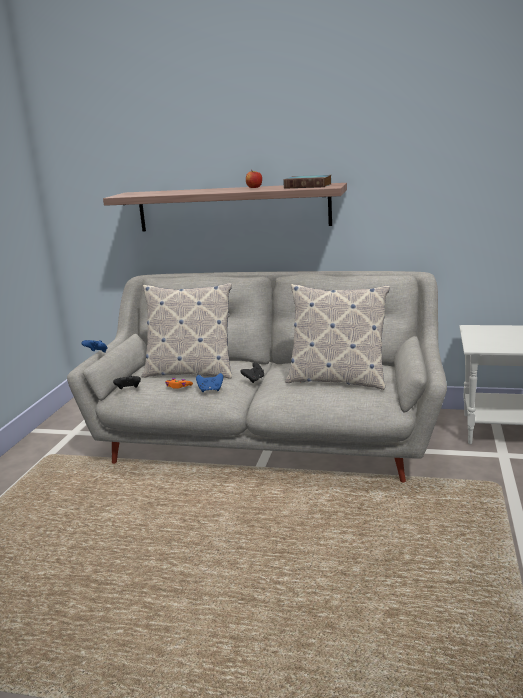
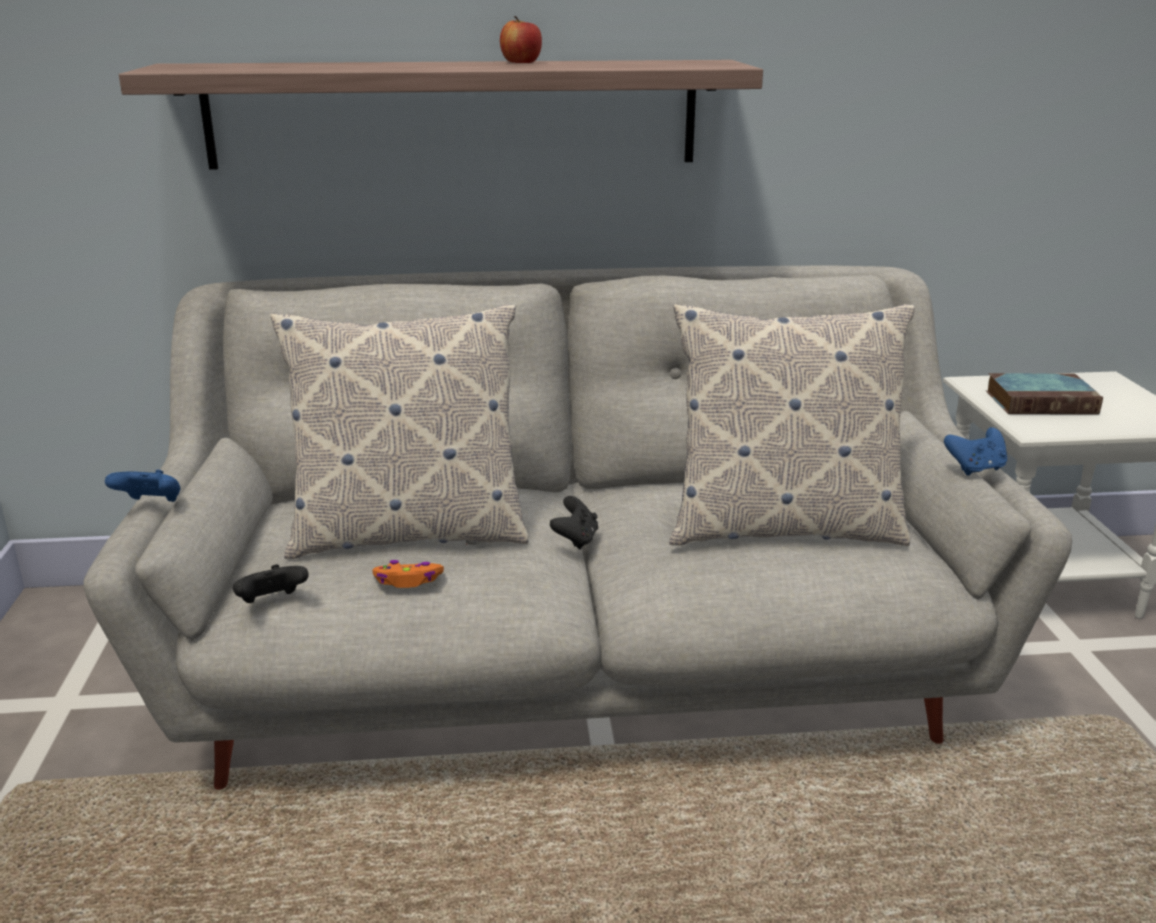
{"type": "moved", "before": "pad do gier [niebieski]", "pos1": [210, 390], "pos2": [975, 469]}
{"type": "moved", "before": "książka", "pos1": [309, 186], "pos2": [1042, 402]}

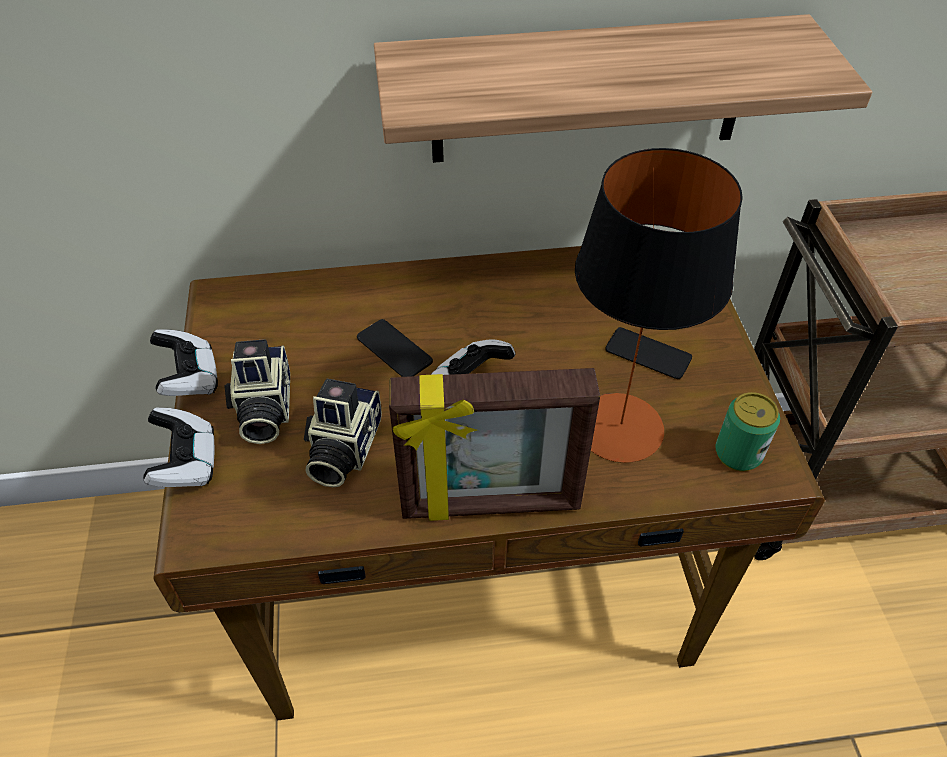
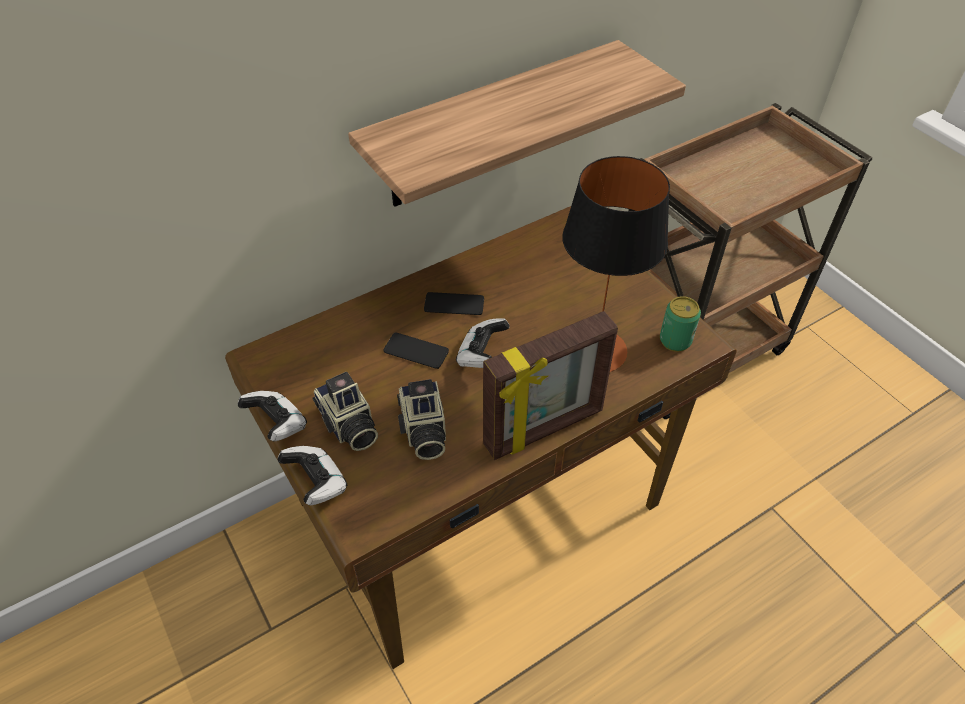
{"type": "moved", "before": "telefon", "pos1": [648, 354], "pos2": [454, 304]}

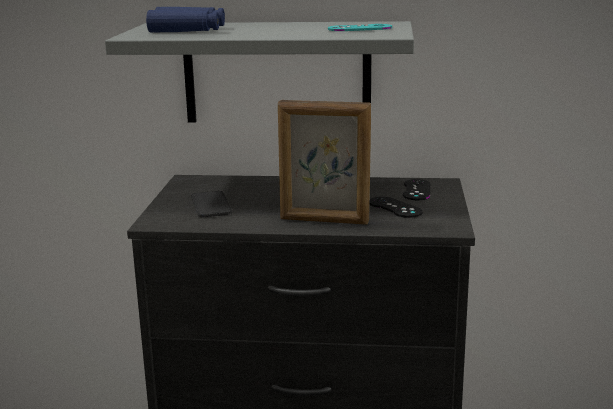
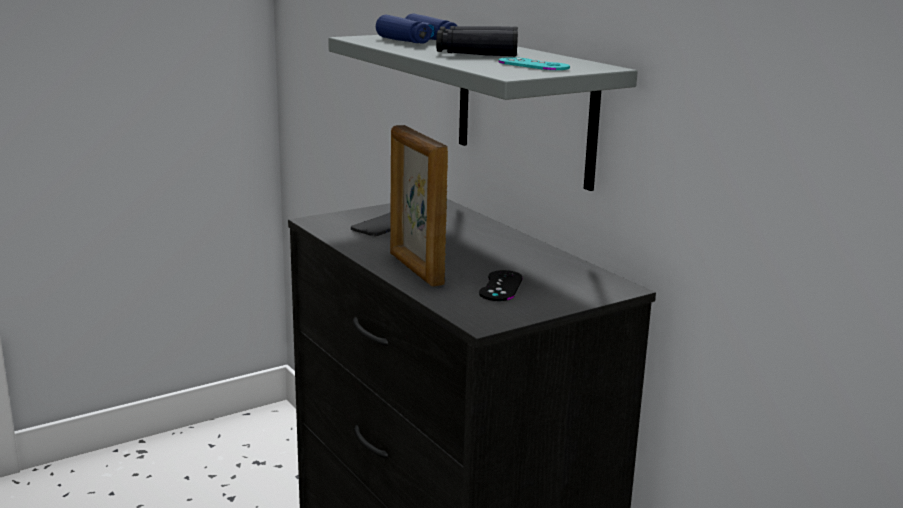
{"type": "added", "after": "lornetka [czarny]", "pos2": [476, 52]}
{"type": "removed", "before": "pad do gier [czarny]", "pos1": [416, 190]}

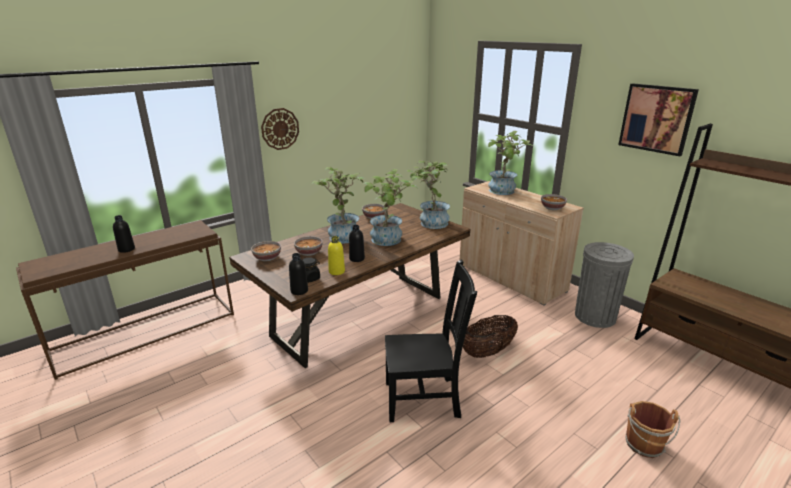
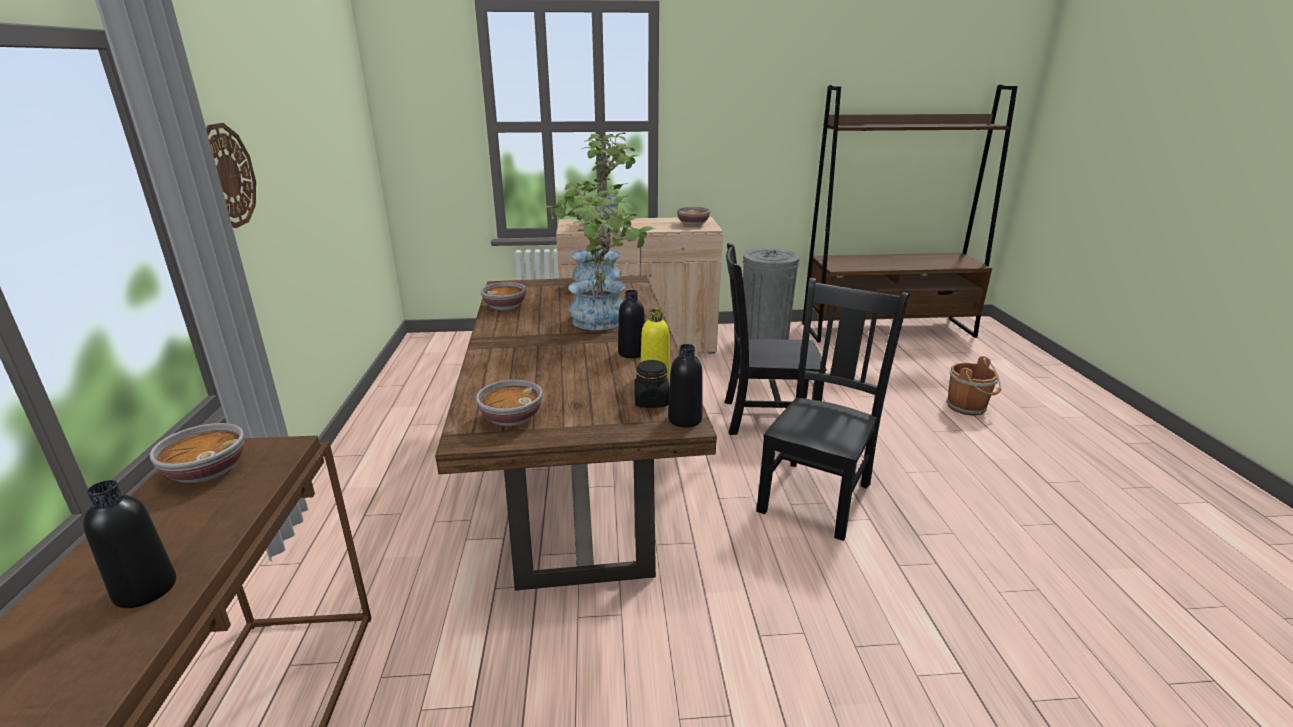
{"type": "moved", "before": "miska", "pos1": [309, 252], "pos2": [206, 471]}
{"type": "replaced", "before": "koszyk", "after": "krzesło [czarny]", "pos1": [488, 352], "pos2": [764, 418]}
{"type": "removed", "before": "roślina doniczkowa", "pos1": [341, 235]}
{"type": "removed", "before": "obraz", "pos1": [656, 118]}

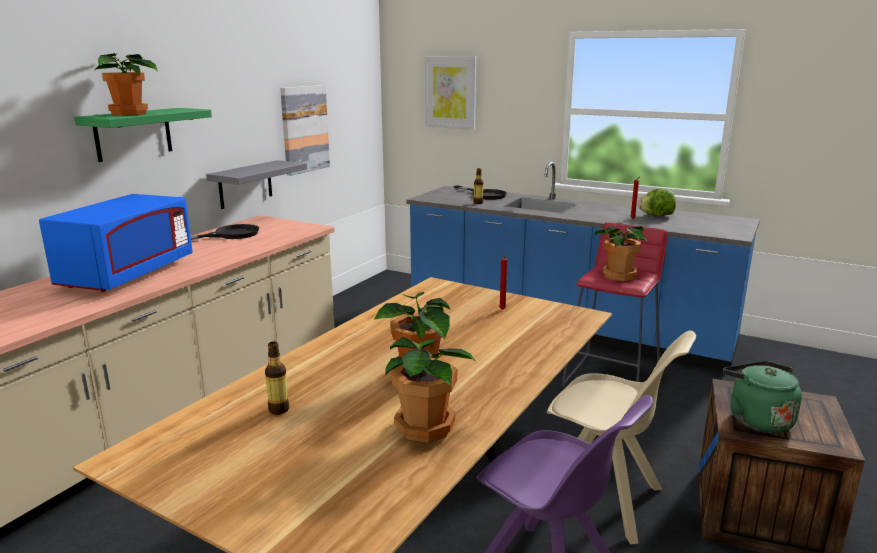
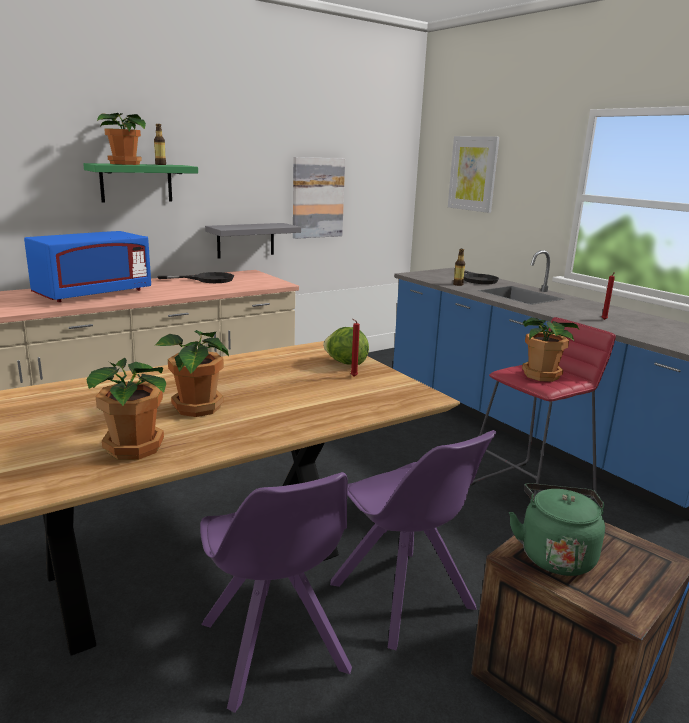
{"type": "moved", "before": "butelka", "pos1": [279, 409], "pos2": [160, 164]}
{"type": "moved", "before": "sałata", "pos1": [656, 215], "pos2": [345, 363]}
{"type": "recoloured", "before": "krzesło [beżowy]", "after": "krzesło [fioletowy]", "pos1": [603, 499], "pos2": [404, 598]}

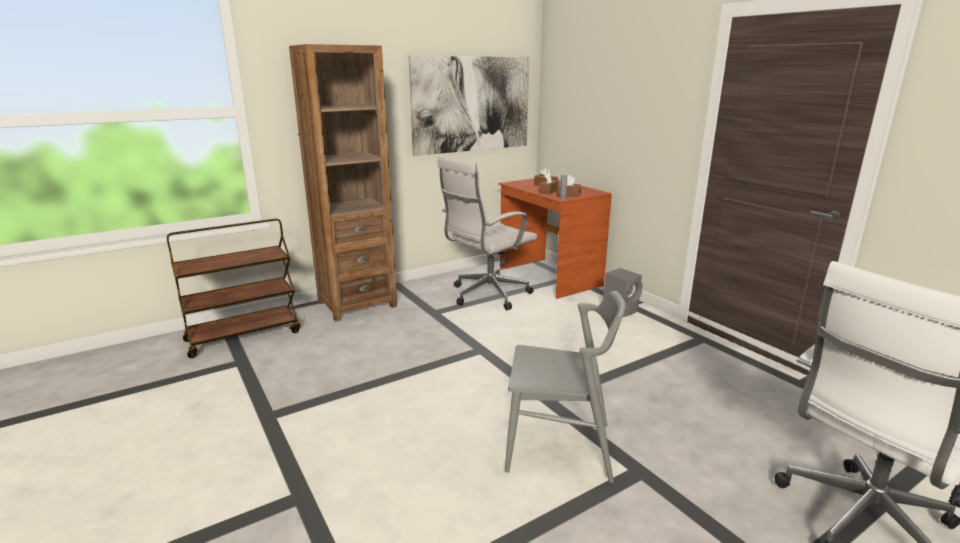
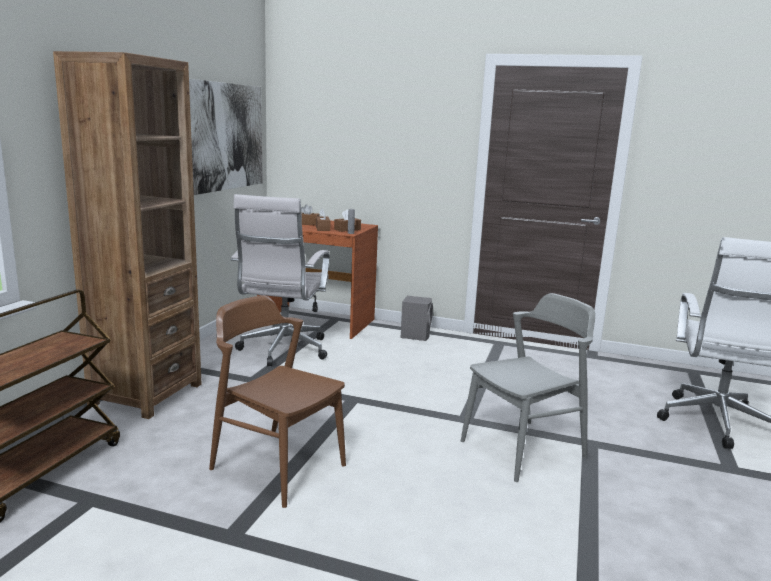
{"type": "added", "after": "krzesło [brązowy]", "pos2": [277, 467]}

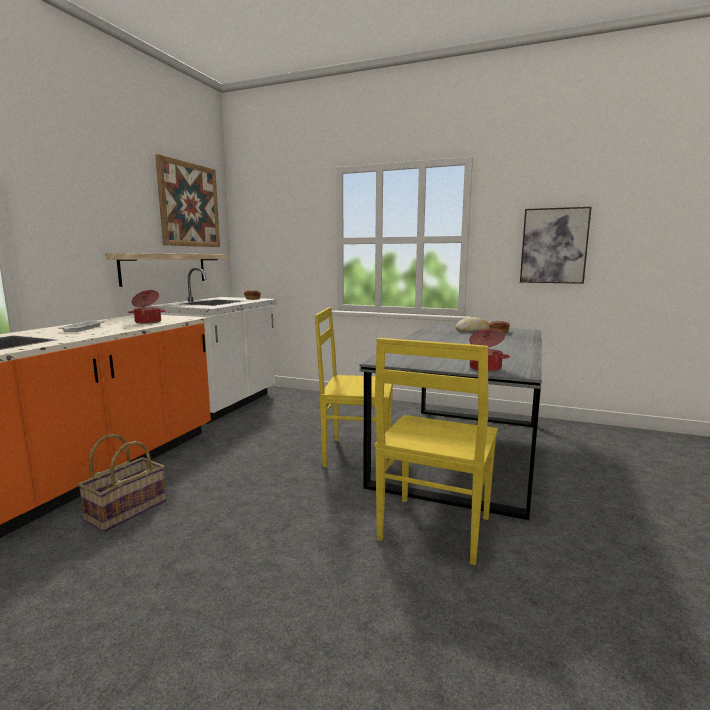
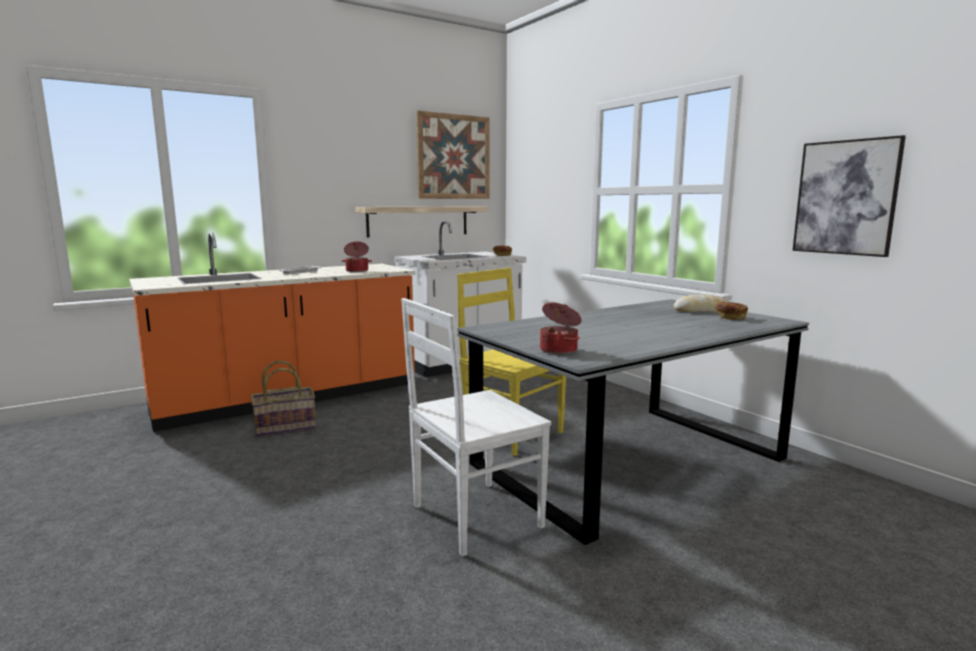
{"type": "recoloured", "before": "krzesło [żółty]", "after": "krzesło [biały]", "pos1": [433, 530], "pos2": [473, 517]}

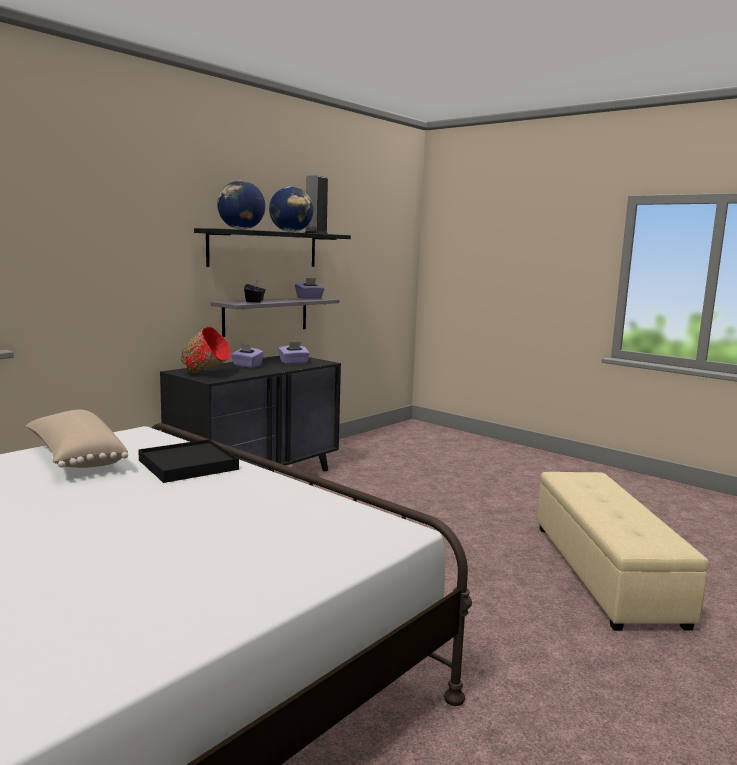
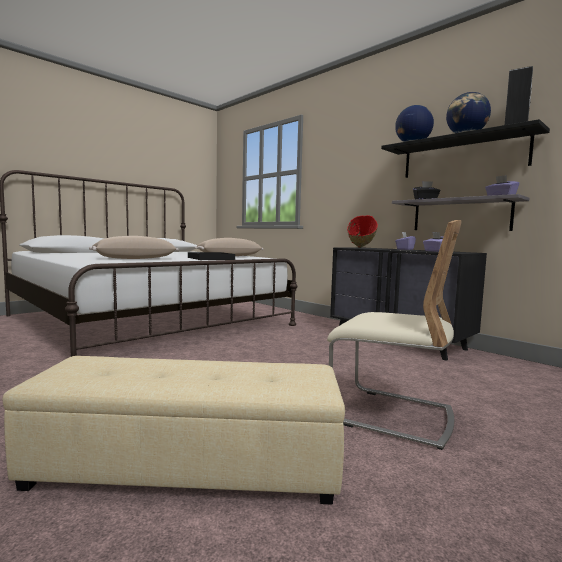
{"type": "added", "after": "poduszka [beżowy]", "pos2": [134, 258]}
{"type": "added", "after": "krzesło [beżowy]", "pos2": [391, 415]}

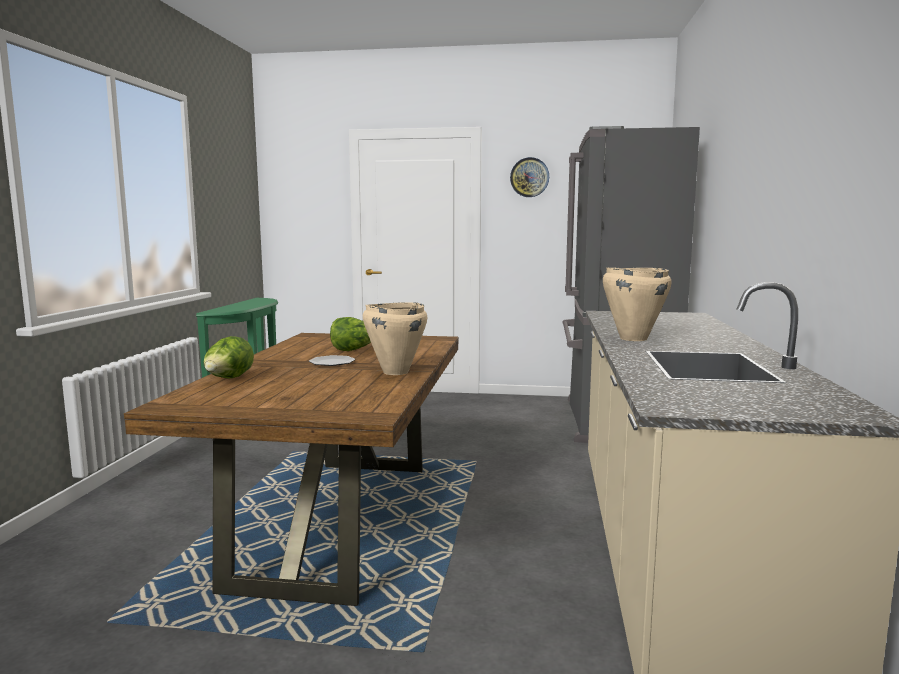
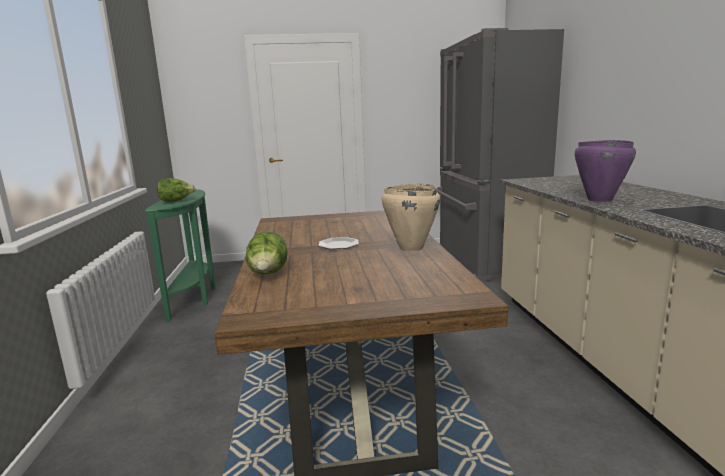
{"type": "moved", "before": "sałata", "pos1": [354, 350], "pos2": [176, 201]}
{"type": "recoloured", "before": "garnek [beżowy]", "after": "garnek [fioletowy]", "pos1": [632, 339], "pos2": [599, 200]}
{"type": "removed", "before": "zegar ścienny", "pos1": [529, 177]}

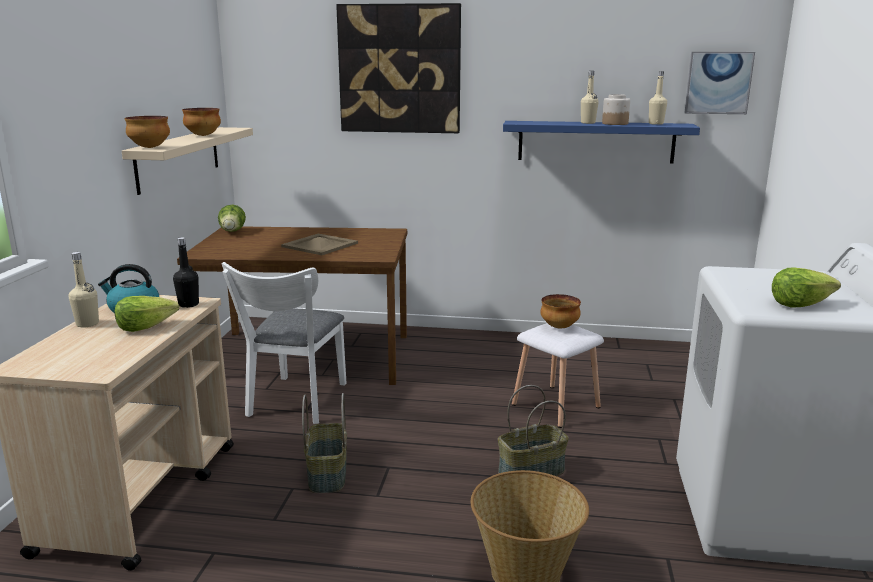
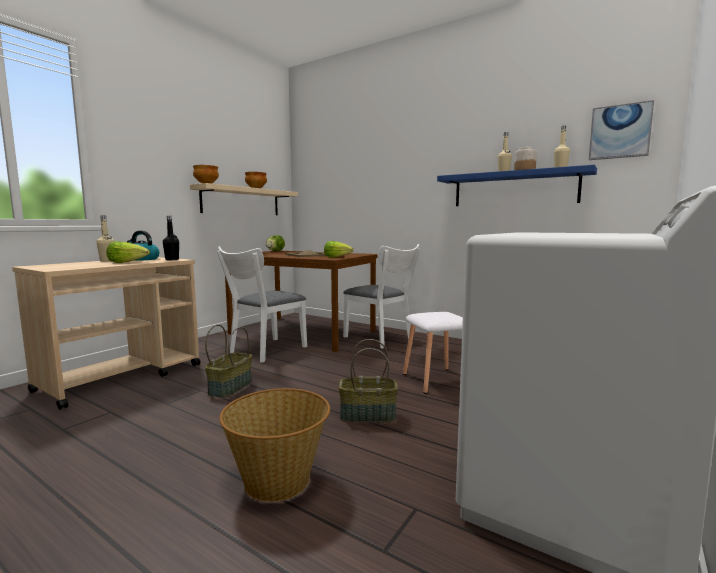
{"type": "moved", "before": "sałata", "pos1": [799, 304], "pos2": [337, 257]}
{"type": "added", "after": "krzesło [biały]", "pos2": [381, 339]}
{"type": "removed", "before": "obraz", "pos1": [399, 69]}
{"type": "removed", "before": "miska", "pos1": [559, 327]}

